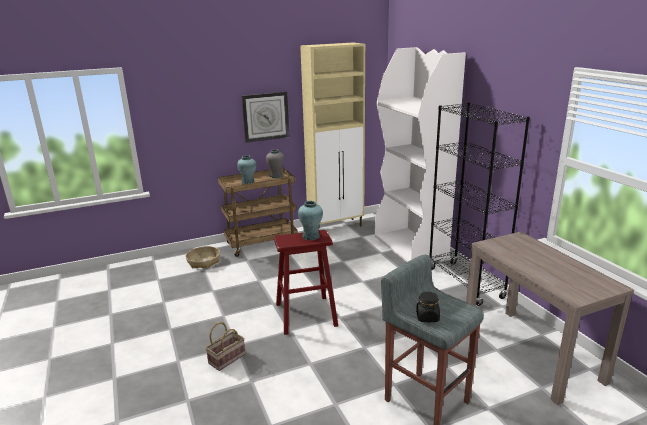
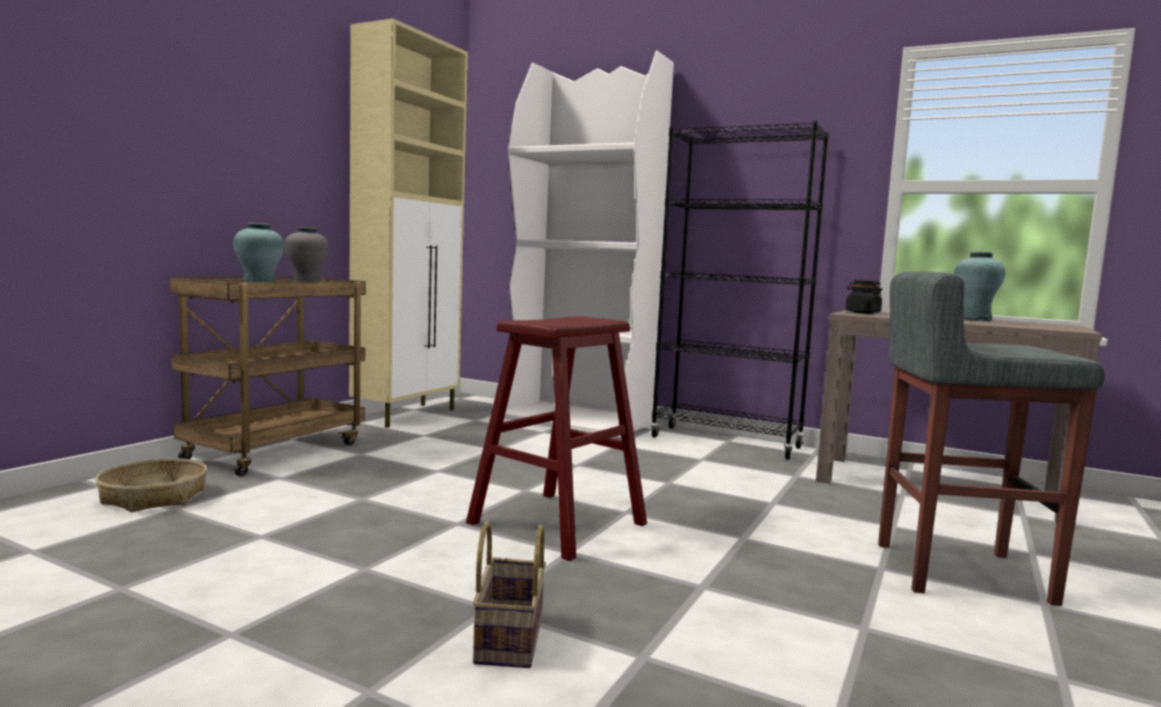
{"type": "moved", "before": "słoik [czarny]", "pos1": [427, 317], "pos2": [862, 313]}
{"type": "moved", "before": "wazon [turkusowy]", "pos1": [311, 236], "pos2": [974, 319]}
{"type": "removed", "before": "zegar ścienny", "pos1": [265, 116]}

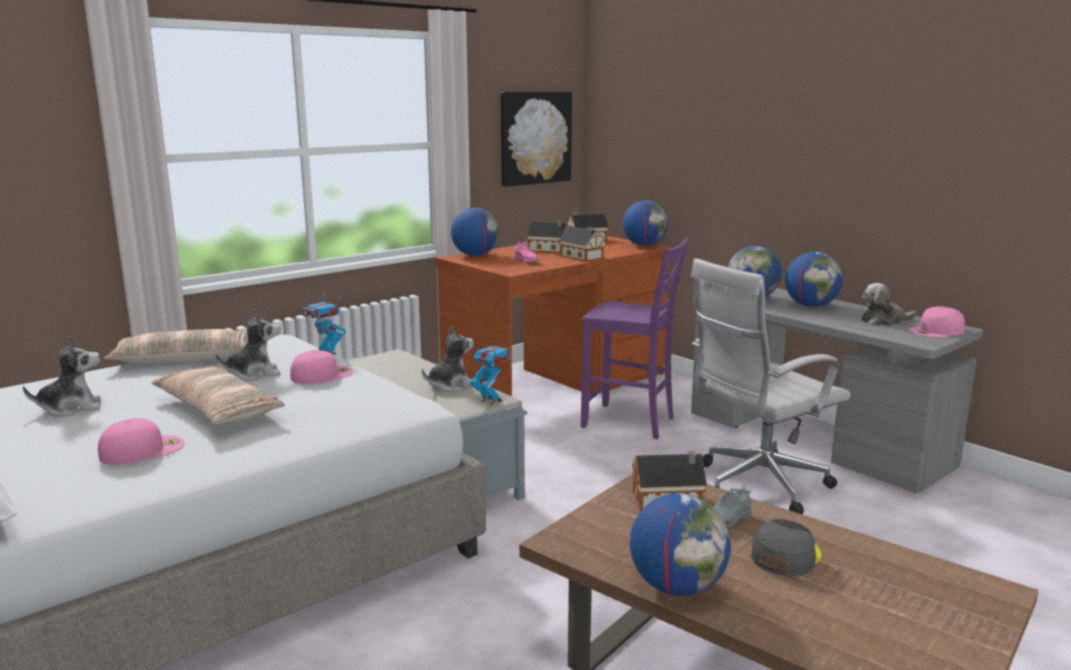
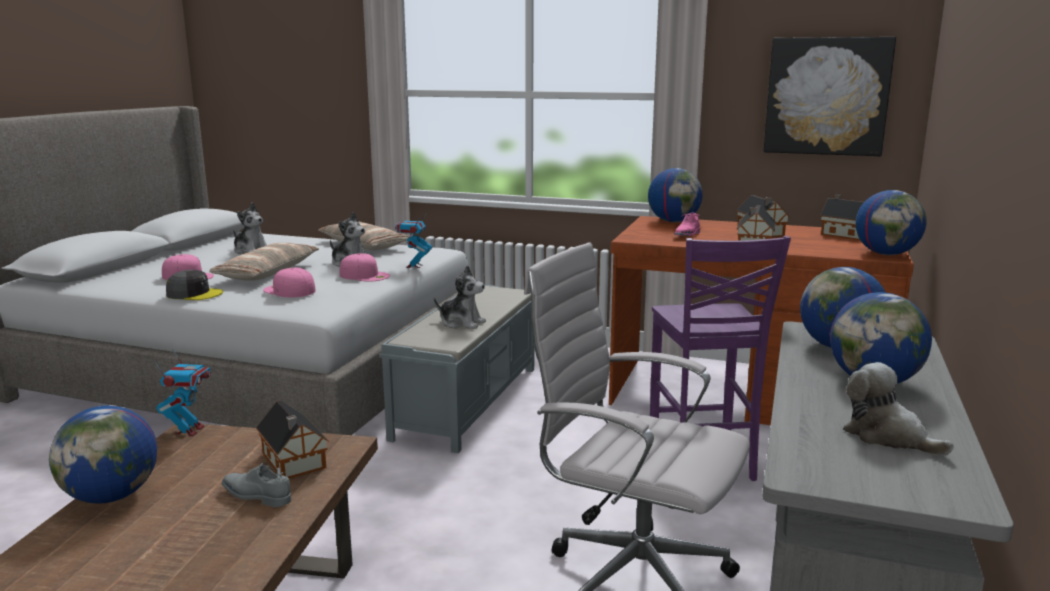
{"type": "moved", "before": "robot zabawkowy", "pos1": [491, 401], "pos2": [189, 430]}
{"type": "moved", "before": "czapka z daszkiem [szary]", "pos1": [785, 555], "pos2": [194, 294]}
{"type": "moved", "before": "czapka z daszkiem [różowy]", "pos1": [936, 331], "pos2": [289, 290]}

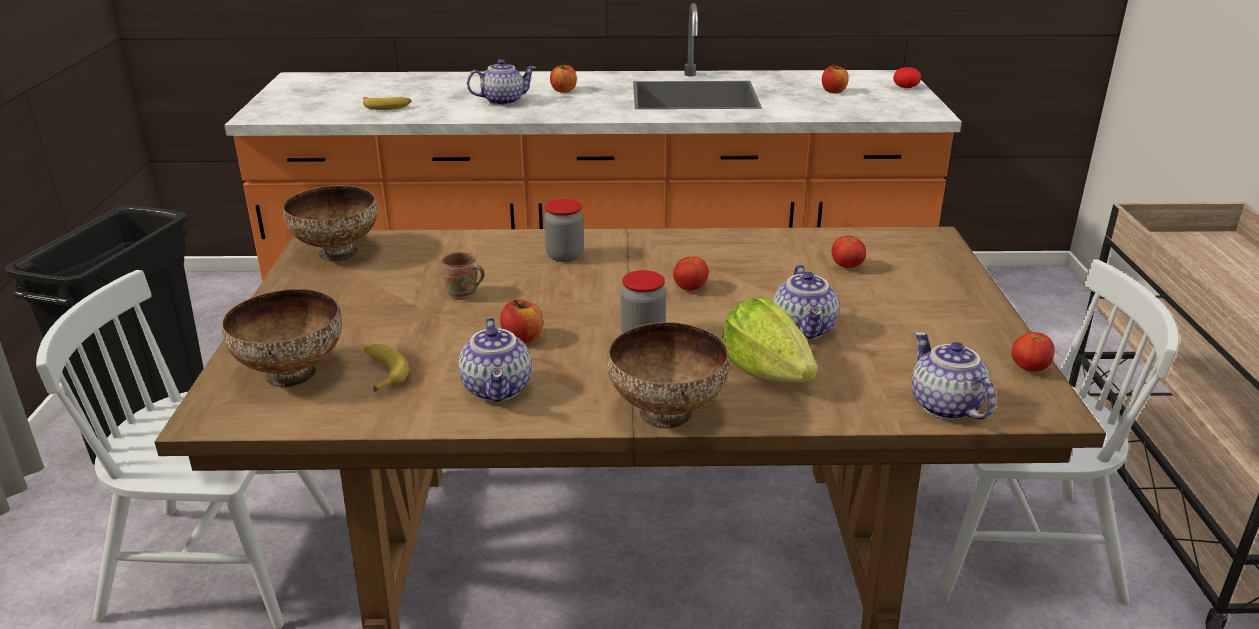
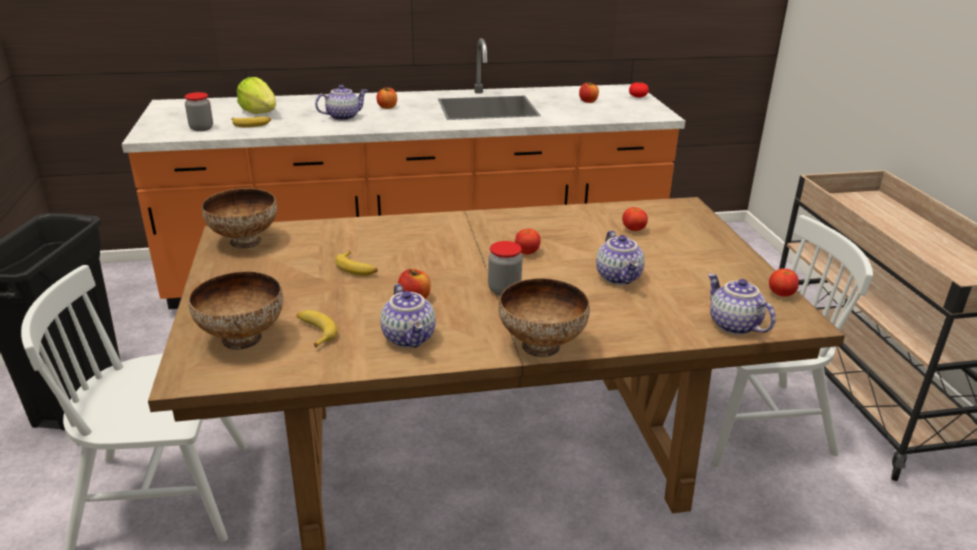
{"type": "moved", "before": "słoik", "pos1": [565, 256], "pos2": [201, 128]}
{"type": "moved", "before": "sałata", "pos1": [766, 371], "pos2": [260, 112]}
{"type": "replaced", "before": "kubek [brązowy]", "after": "banan", "pos1": [463, 295], "pos2": [357, 268]}

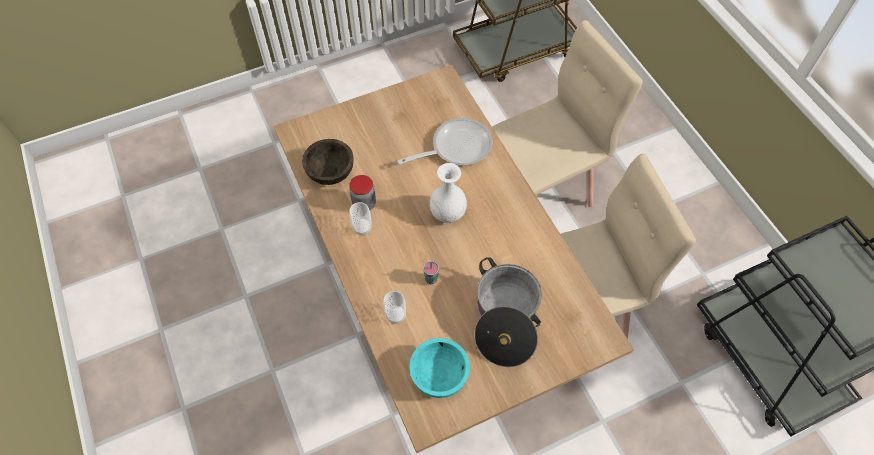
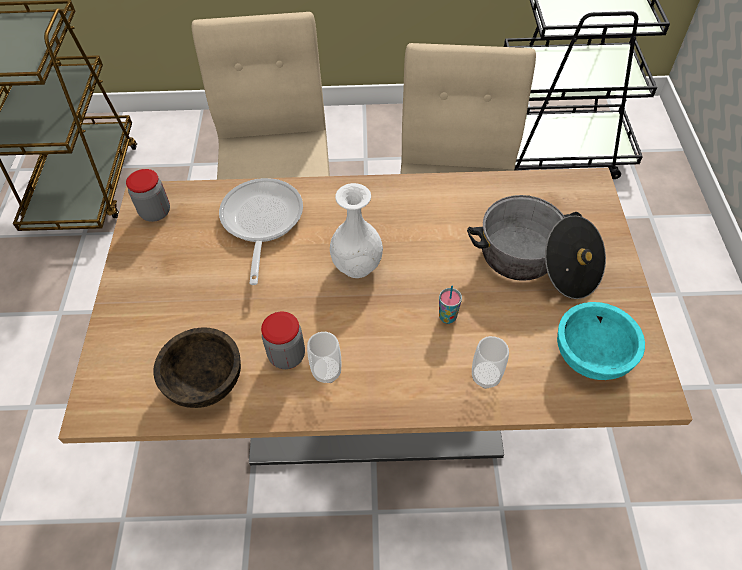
{"type": "added", "after": "słoik", "pos2": [155, 212]}

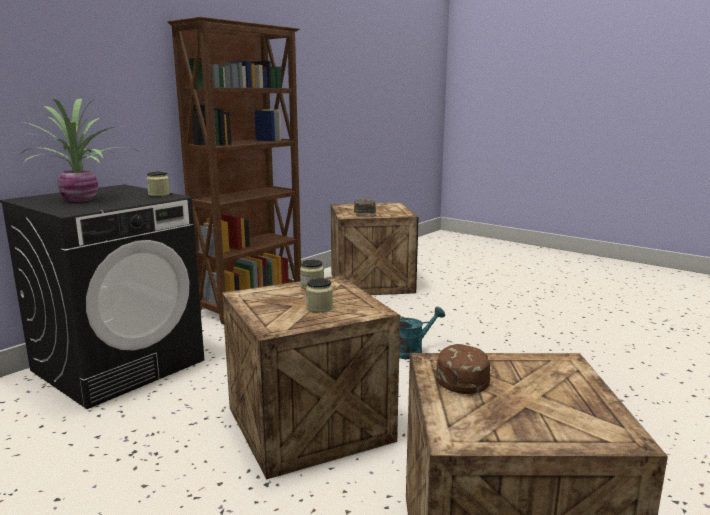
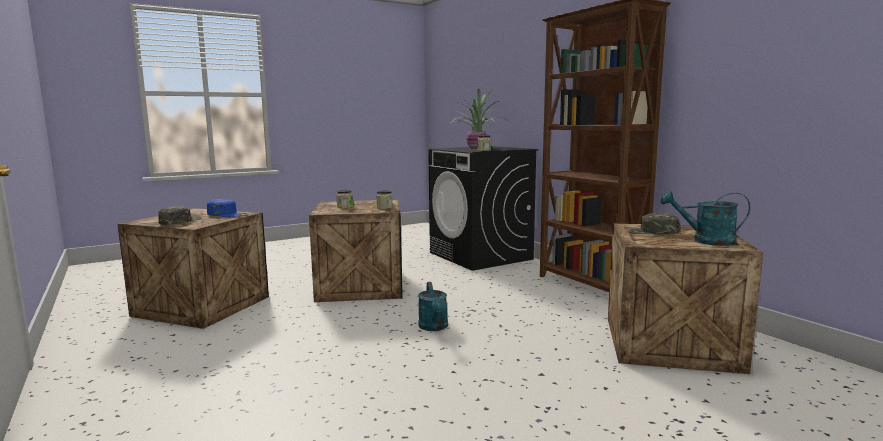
{"type": "added", "after": "czapka z daszkiem [zielony]", "pos2": [180, 221]}
{"type": "recoloured", "before": "czapka z daszkiem [brązowy]", "after": "czapka z daszkiem [niebieski]", "pos1": [460, 374], "pos2": [227, 214]}
{"type": "added", "after": "konewka [turkusowy]", "pos2": [705, 241]}

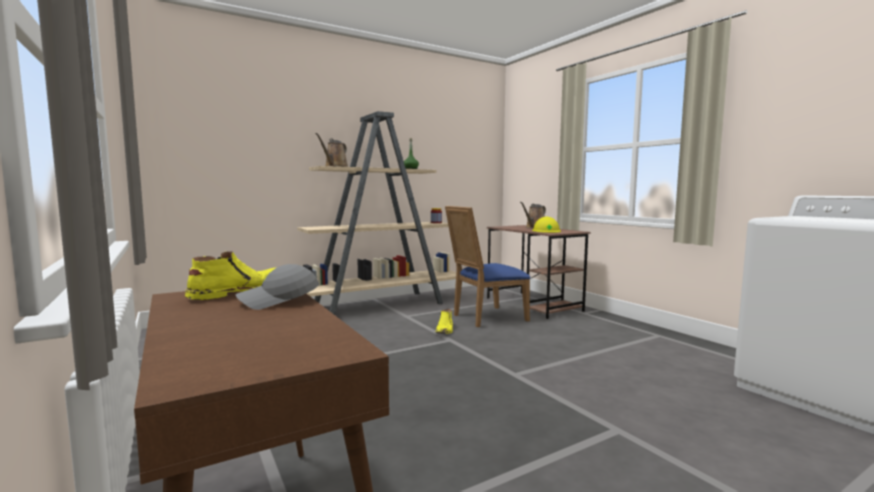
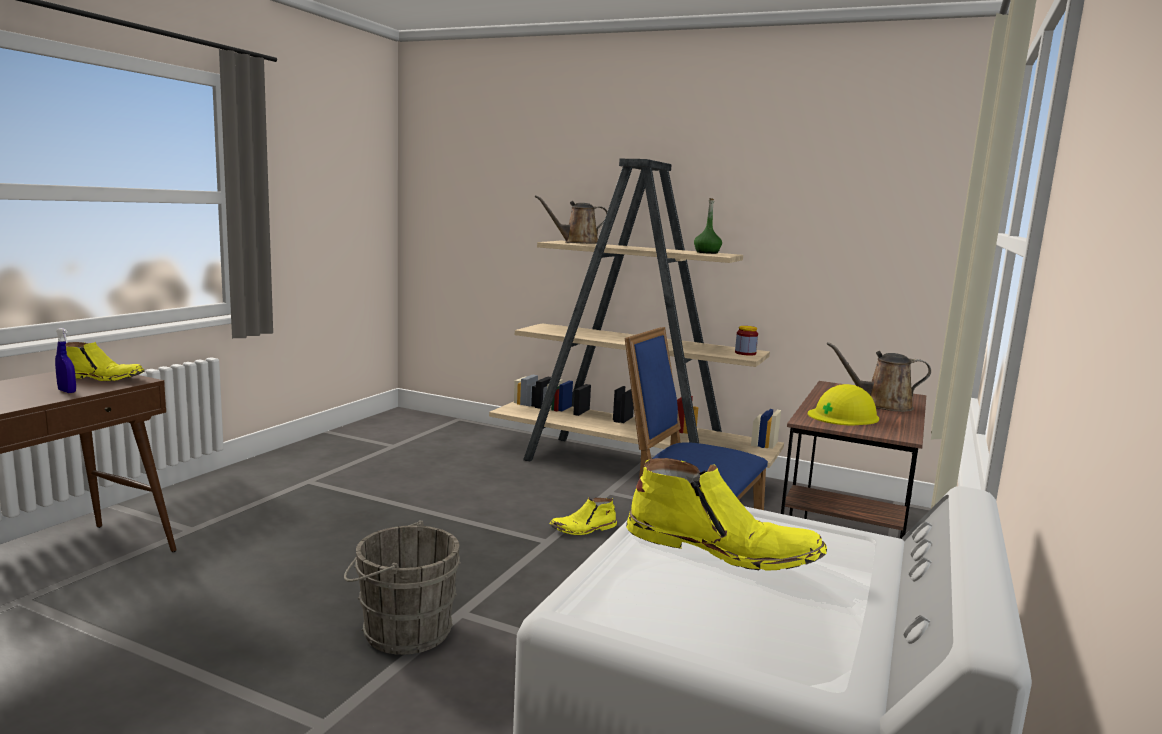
{"type": "replaced", "before": "czapka z daszkiem [szary]", "after": "spryskiwacz [niebieski]", "pos1": [278, 301], "pos2": [67, 391]}
{"type": "added", "after": "wiadro [szary]", "pos2": [402, 630]}
{"type": "added", "after": "but z cholewką [żółty]", "pos2": [721, 549]}

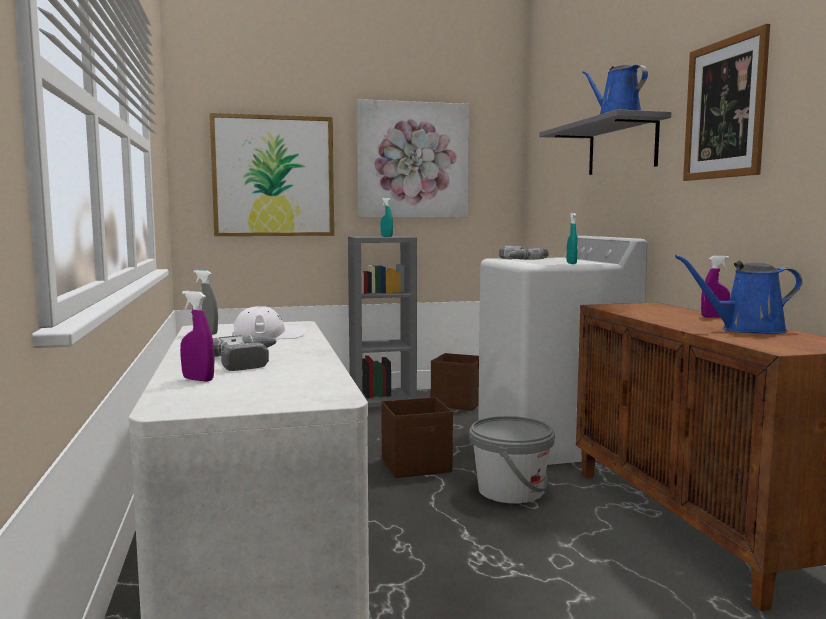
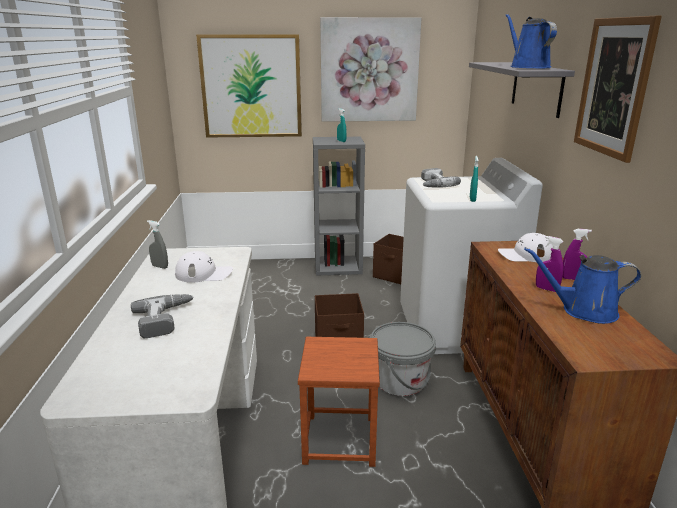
{"type": "added", "after": "stołek [brązowy]", "pos2": [340, 439]}
{"type": "added", "after": "czapka z daszkiem [biały]", "pos2": [525, 255]}
{"type": "moved", "before": "spryskiwacz [fioletowy]", "pos1": [198, 379], "pos2": [546, 289]}

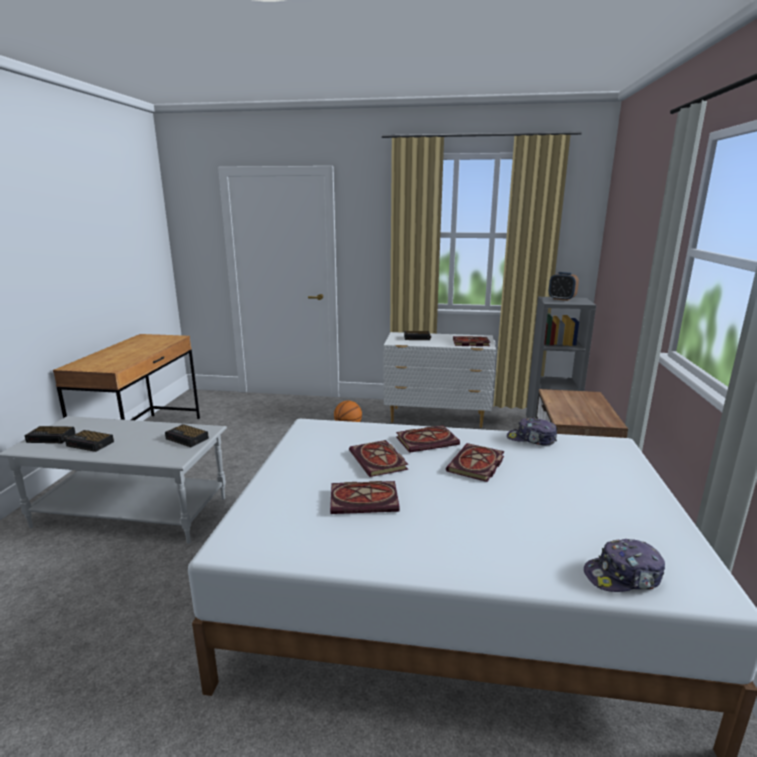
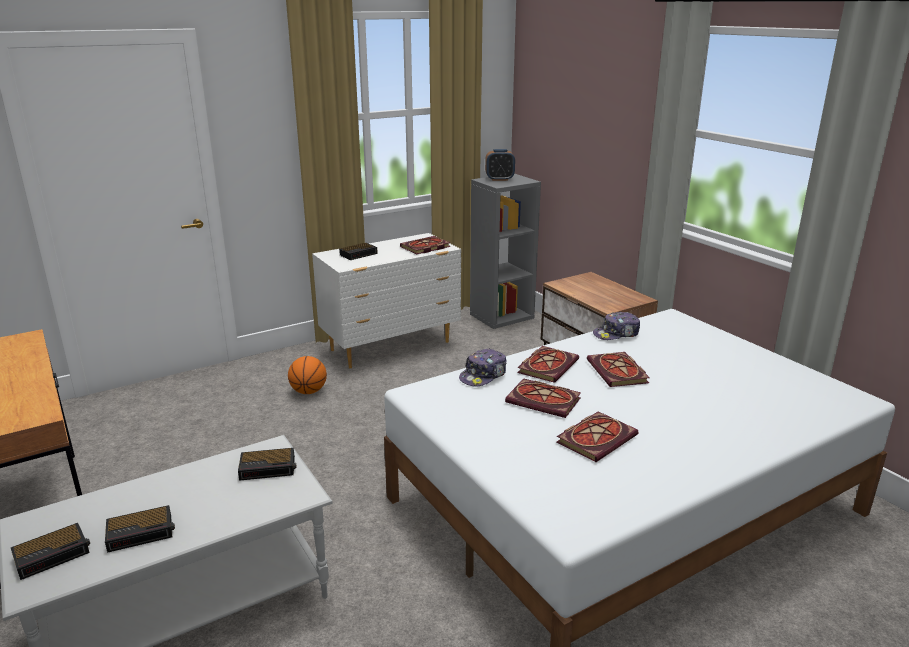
{"type": "moved", "before": "czapka z daszkiem", "pos1": [623, 576], "pos2": [483, 375]}

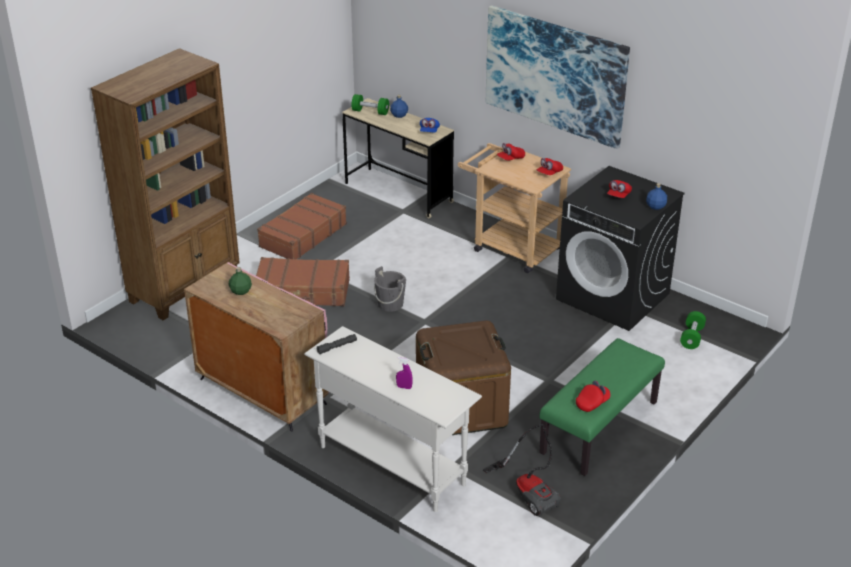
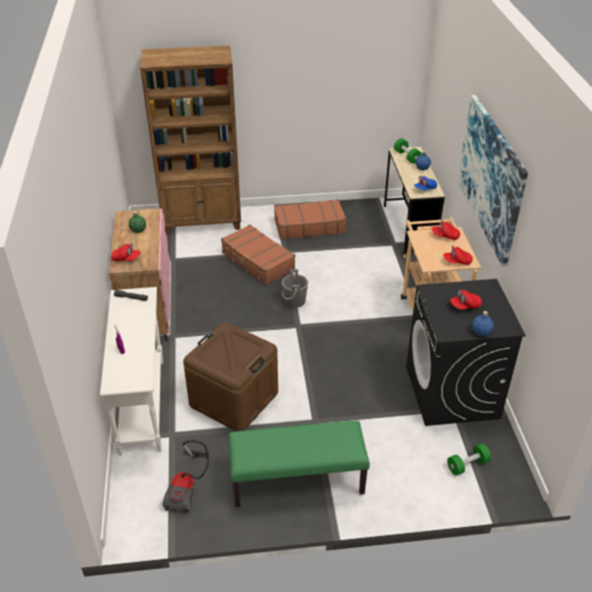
{"type": "moved", "before": "czapka z daszkiem [czerwony]", "pos1": [592, 403], "pos2": [126, 259]}

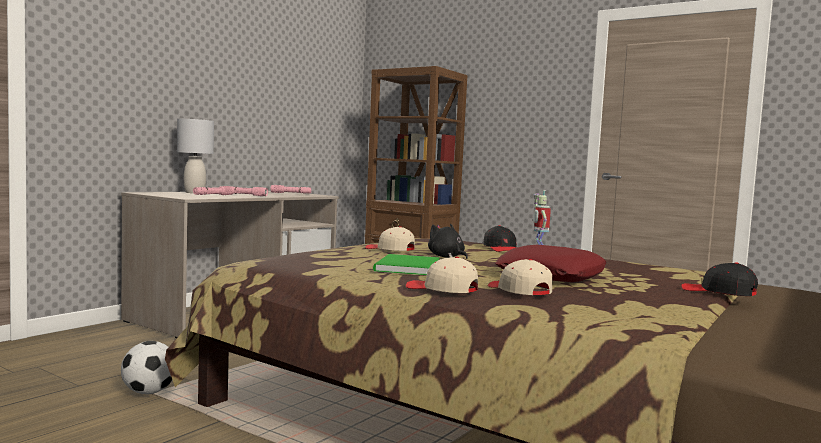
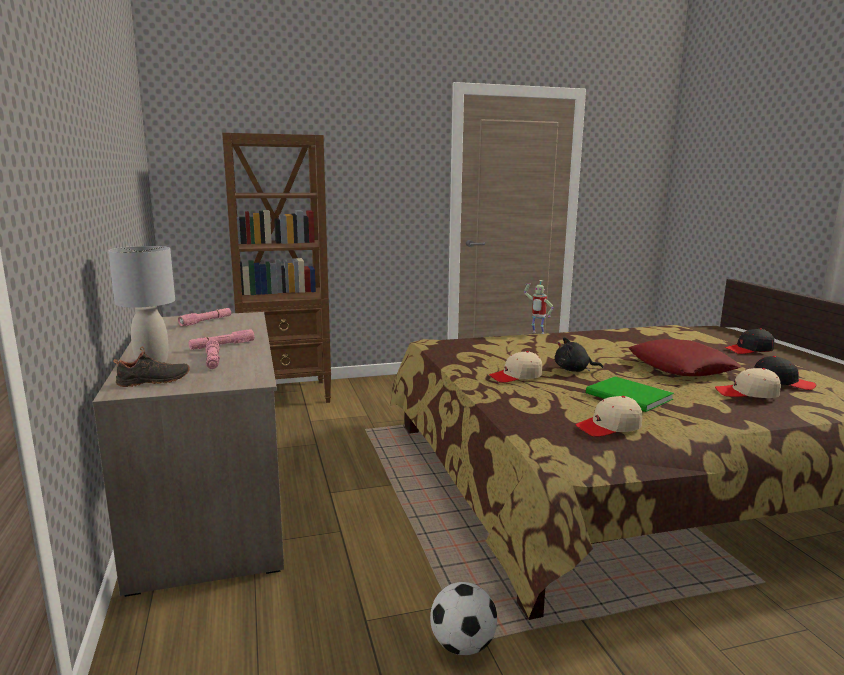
{"type": "added", "after": "but [czarny]", "pos2": [154, 382]}
{"type": "moved", "before": "czapka z daszkiem [beżowy]", "pos1": [442, 289], "pos2": [609, 427]}
{"type": "moved", "before": "czapka z daszkiem [czarny]", "pos1": [501, 248], "pos2": [782, 382]}

